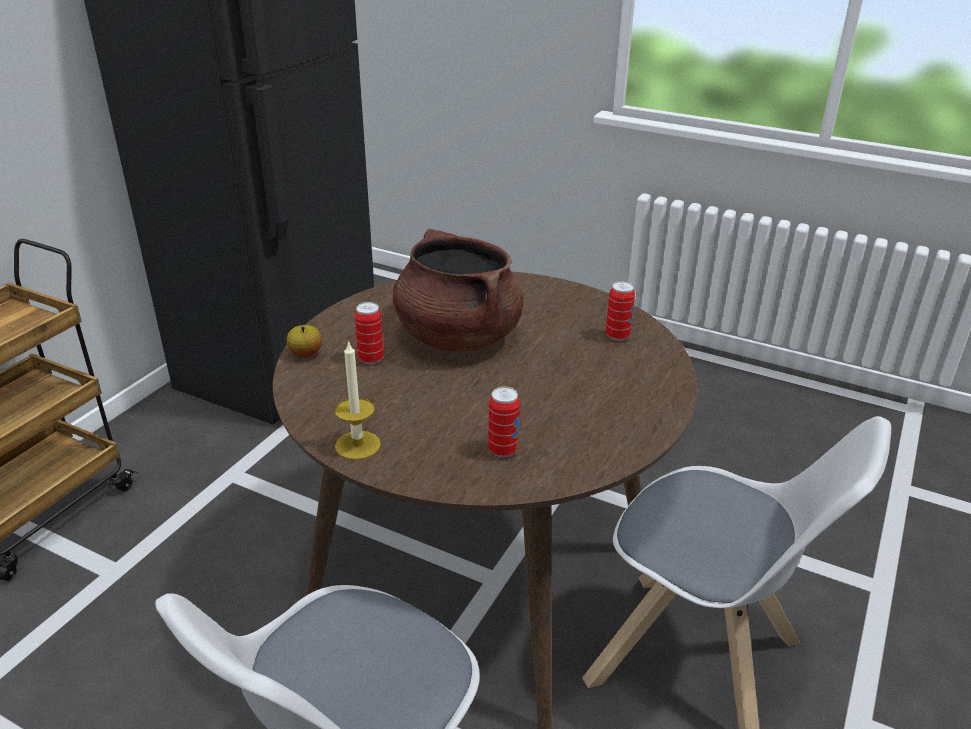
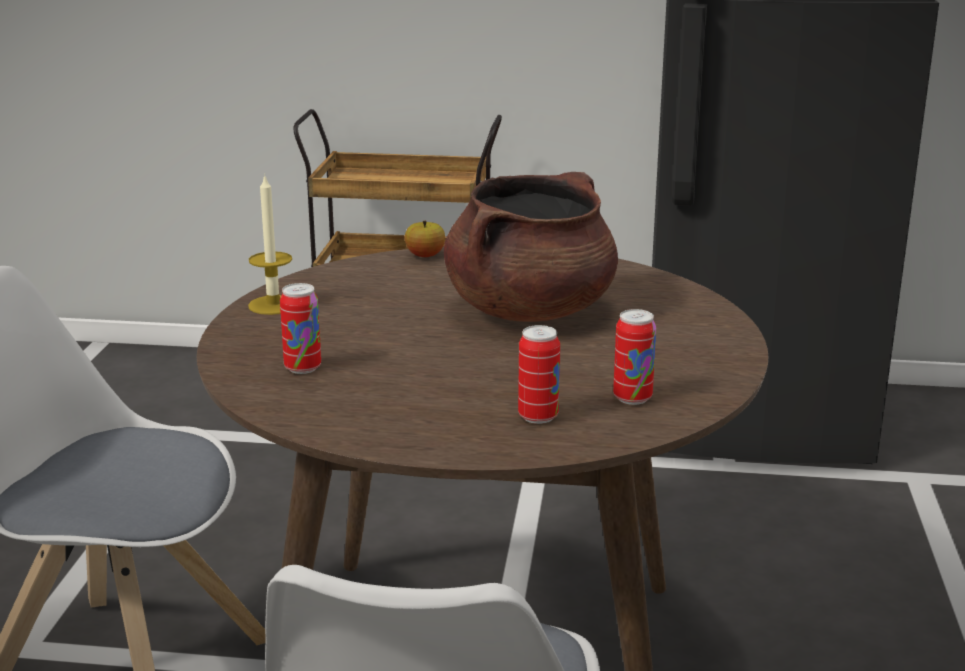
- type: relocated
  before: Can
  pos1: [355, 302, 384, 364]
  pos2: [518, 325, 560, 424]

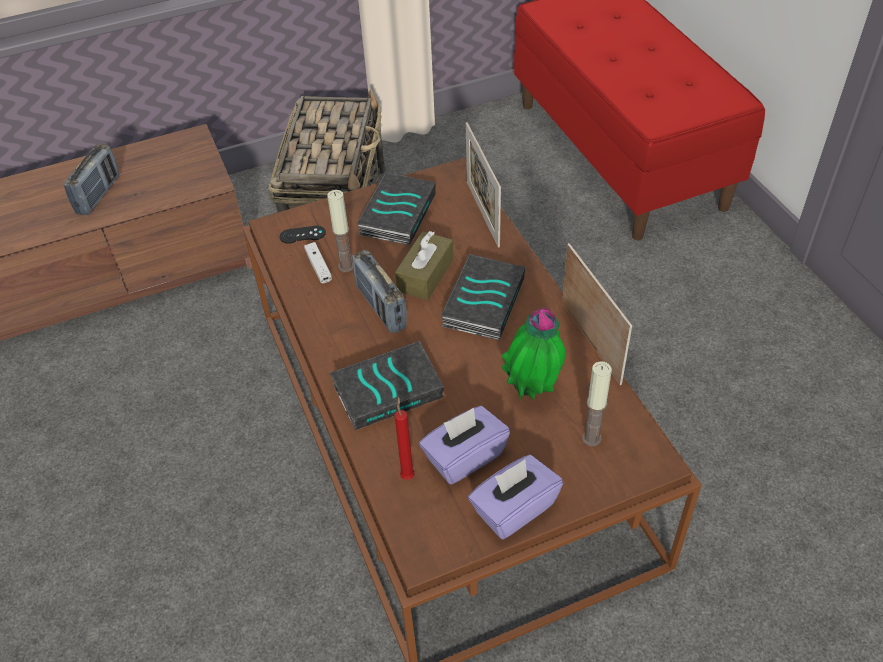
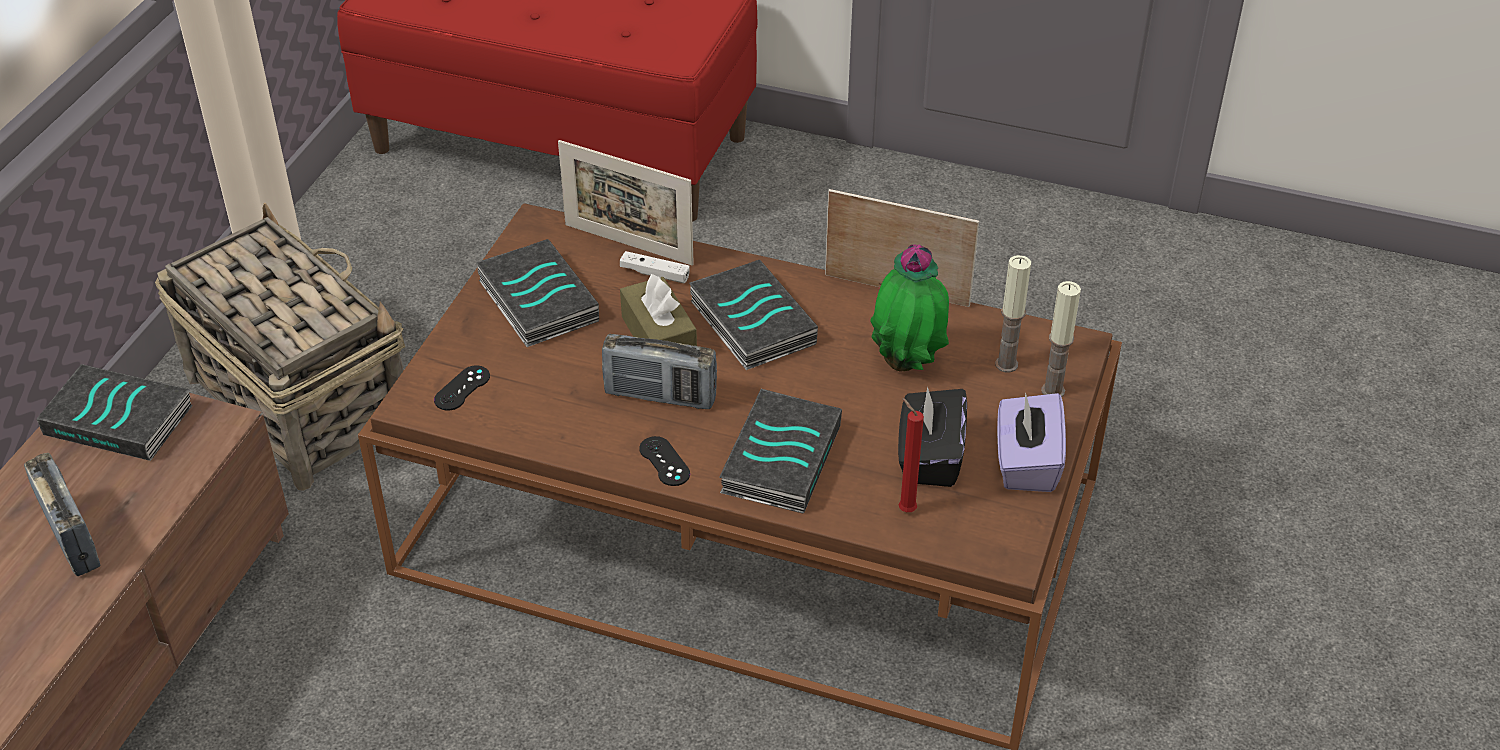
- type: relocated
  before: Candle
  pos1: [327, 190, 353, 272]
  pos2: [1041, 281, 1081, 397]
- type: relocated
  before: WhiteGameController
  pos1: [304, 242, 332, 283]
  pos2: [620, 251, 690, 283]
- type: colour
  before: PurpleTissueBox
  after: BlackTissueBox
  pos1: [419, 406, 510, 485]
  pos2: [898, 387, 967, 487]
- type: appeared
  after: Book
  pos2: [37, 364, 193, 461]
- type: appeared
  after: BlackGameController
  pos2: [639, 436, 690, 486]

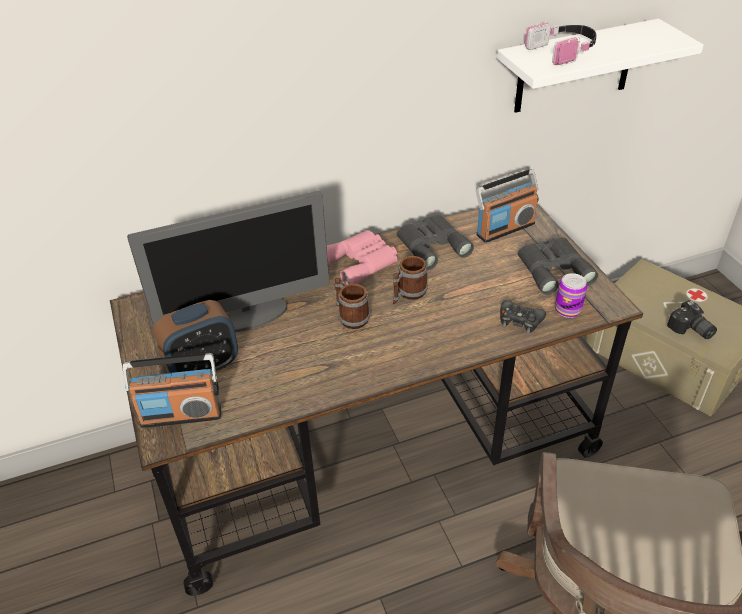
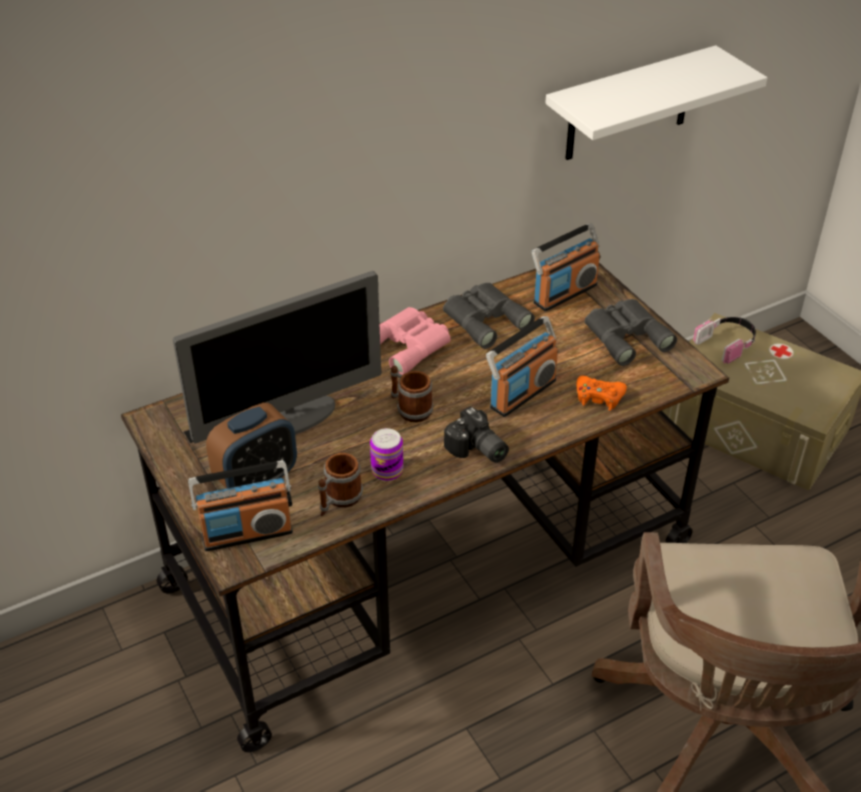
- type: relocated
  before: Headphones
  pos1: [525, 21, 596, 65]
  pos2: [693, 317, 756, 364]
- type: relocated
  before: Mug
  pos1: [393, 256, 428, 304]
  pos2: [318, 453, 363, 516]
- type: relocated
  before: Can
  pos1: [555, 273, 587, 318]
  pos2: [370, 428, 403, 481]
- type: colour
  before: BlackGameController
  after: OrangeGameController
  pos1: [500, 300, 546, 334]
  pos2: [576, 376, 627, 411]
- type: relocated
  before: PhotoCamera
  pos1: [667, 300, 717, 339]
  pos2: [444, 407, 509, 463]
- type: appeared
  after: Radio
  pos2: [486, 316, 558, 417]

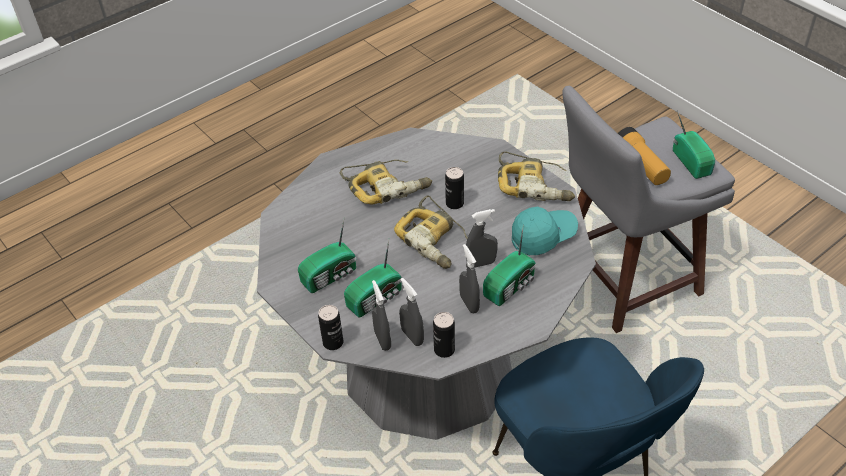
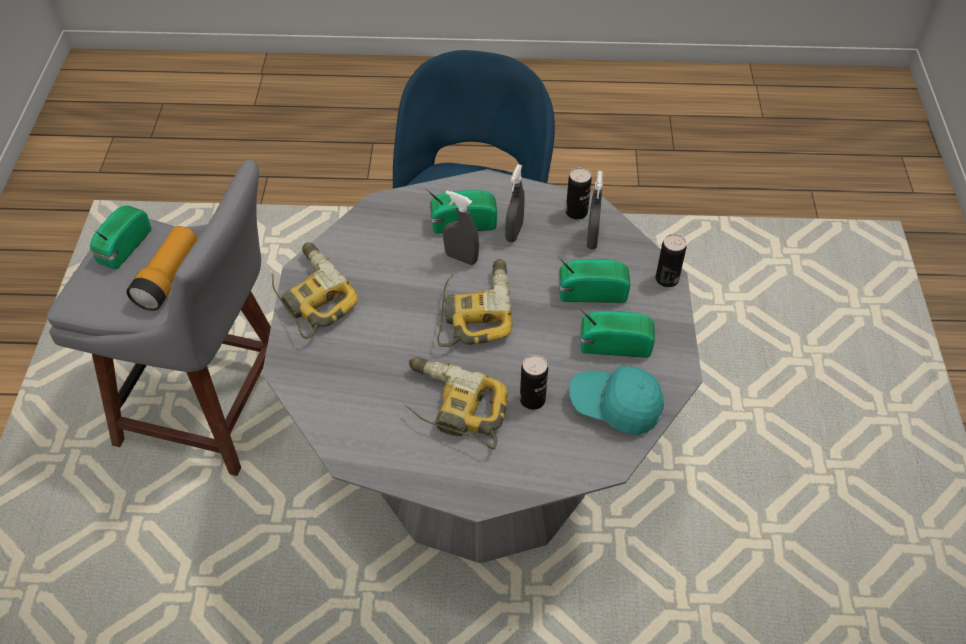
- type: relocated
  before: Can
  pos1: [445, 167, 464, 209]
  pos2: [520, 355, 548, 410]
- type: relocated
  before: TurquoiseCap
  pos1: [512, 207, 578, 255]
  pos2: [569, 366, 664, 435]
- type: missing
  before: GreySprayBottle
  pos1: [372, 280, 391, 351]

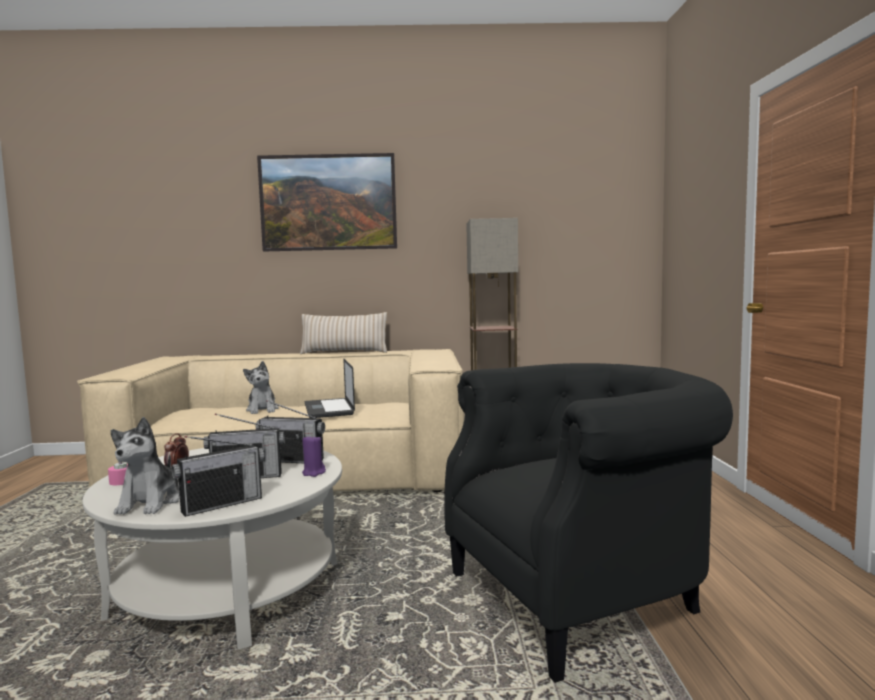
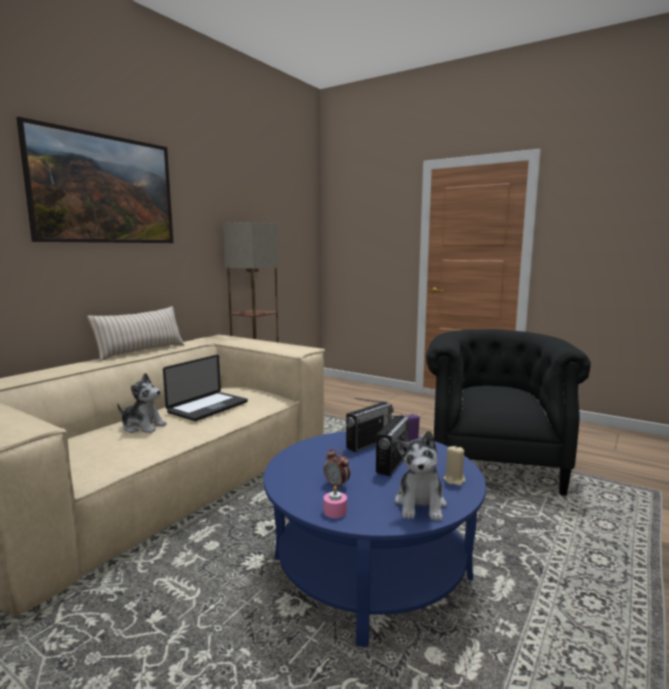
- type: spun
  before: Laptop
  pos1: [305, 359, 355, 418]
  pos2: [163, 355, 248, 421]
  turn: -75
- type: spun
  before: PlushToy
  pos1: [111, 417, 180, 515]
  pos2: [395, 430, 447, 521]
  turn: 60
- type: exchanged
  before: Radio
  after: BeigeCandle
  pos1: [171, 436, 265, 517]
  pos2: [443, 445, 465, 486]
- type: colour
  before: WhiteCoffeeTable
  after: BlueCoffeeTable
  pos1: [82, 448, 342, 649]
  pos2: [263, 431, 486, 647]

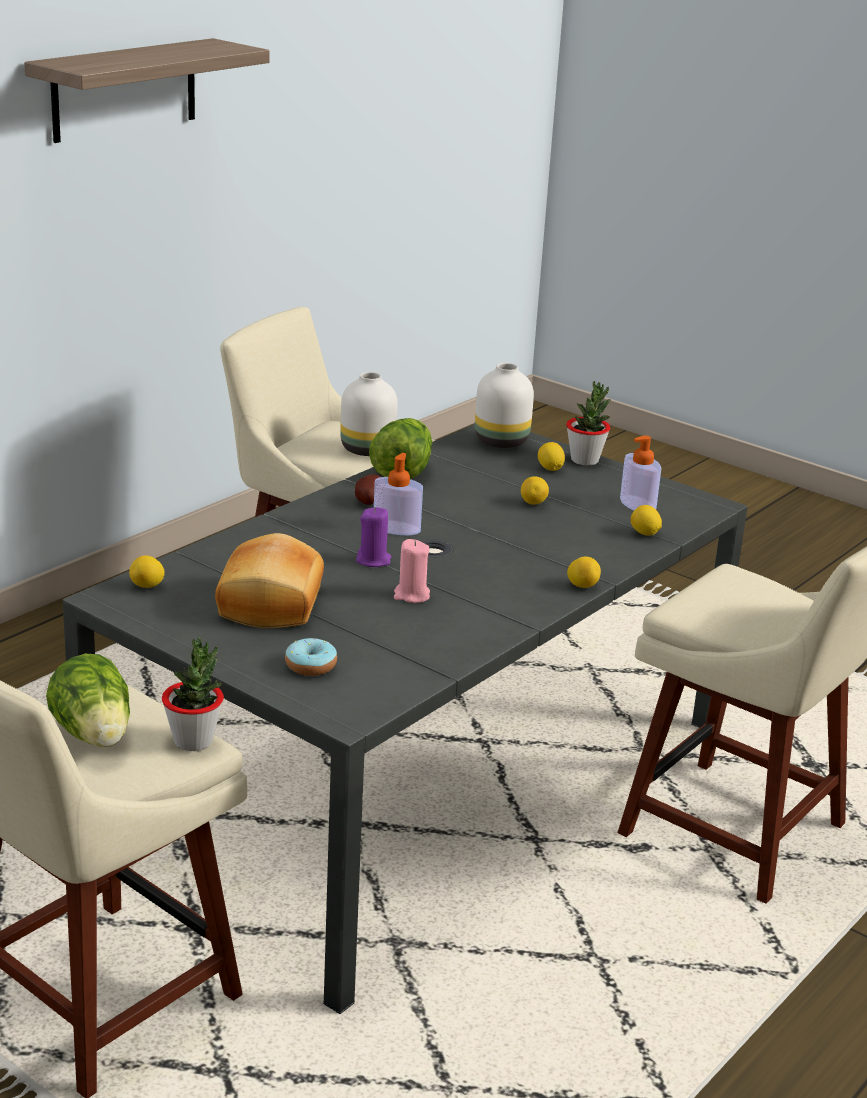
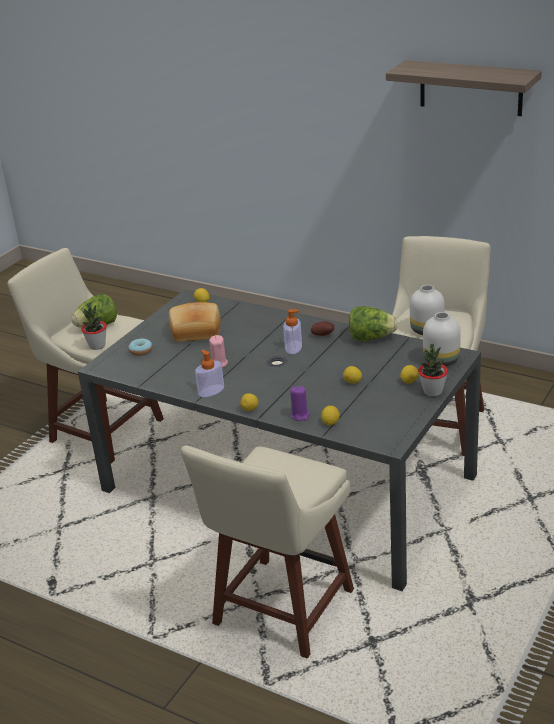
- type: relocated
  before: SoapDispenser
  pos1: [620, 436, 661, 510]
  pos2: [195, 350, 224, 397]
- type: relocated
  before: PurpleCandle
  pos1: [356, 507, 391, 567]
  pos2: [290, 386, 310, 421]

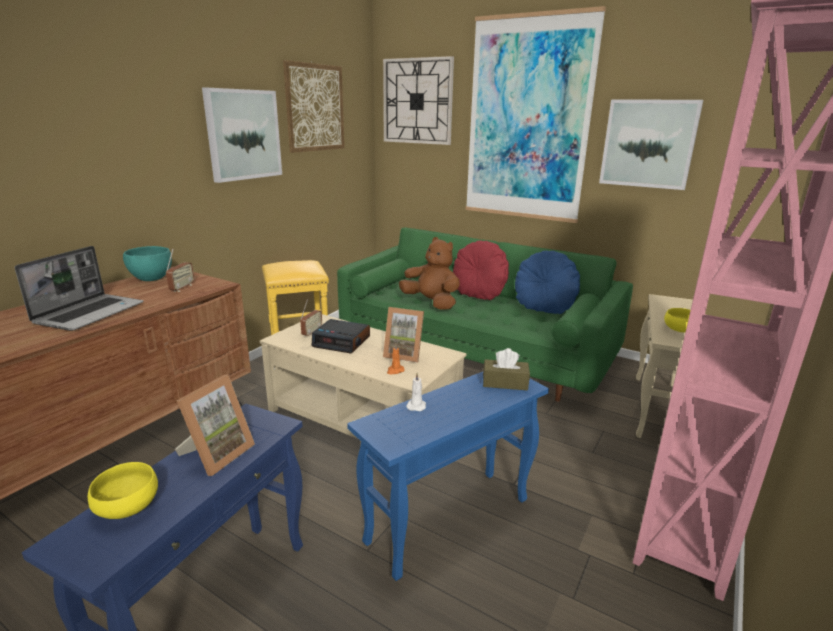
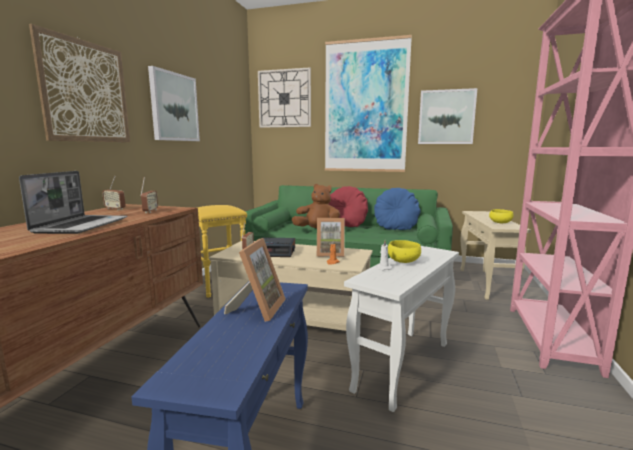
- type: relocated
  before: Picture
  pos1: [283, 60, 345, 153]
  pos2: [29, 24, 130, 142]
- type: exchanged
  before: TurquoiseBowl
  after: Radio
  pos1: [123, 246, 172, 281]
  pos2: [102, 176, 126, 210]
- type: missing
  before: BrownTissueBox
  pos1: [483, 348, 530, 391]
- type: colour
  before: BlueSideTable
  after: WhiteSideTable
  pos1: [347, 372, 549, 581]
  pos2: [344, 246, 459, 412]
- type: relocated
  before: YellowBowl
  pos1: [87, 462, 158, 519]
  pos2: [388, 240, 421, 263]

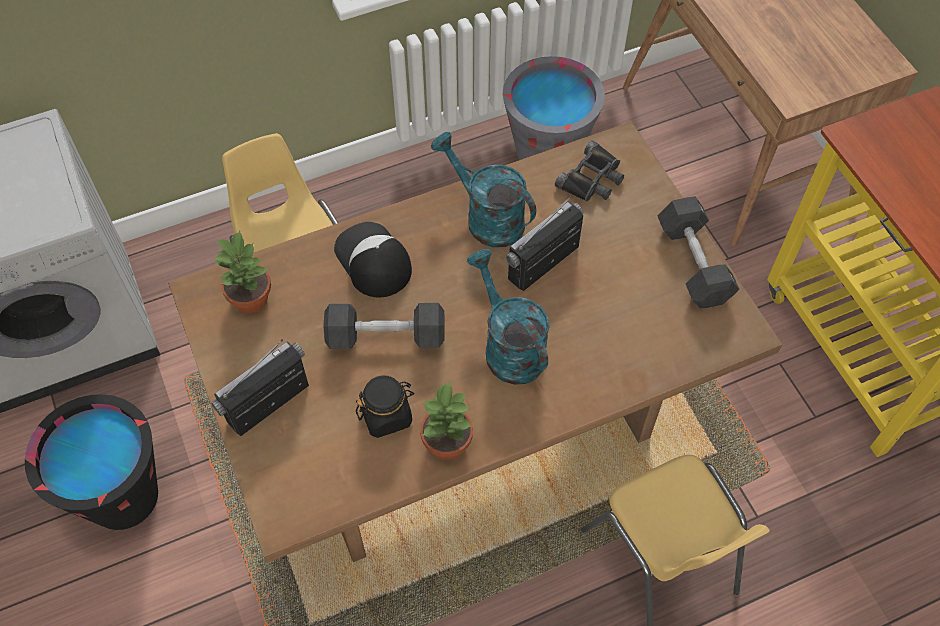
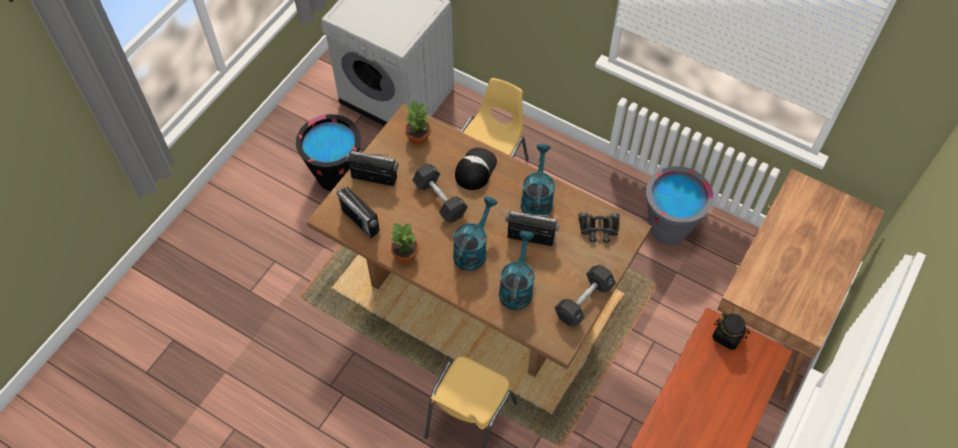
- type: relocated
  before: BlackJar
  pos1: [356, 375, 414, 438]
  pos2: [712, 314, 750, 350]
- type: appeared
  after: Radio
  pos2: [337, 185, 380, 238]
- type: appeared
  after: TurquoiseWateringCan
  pos2: [499, 231, 535, 310]

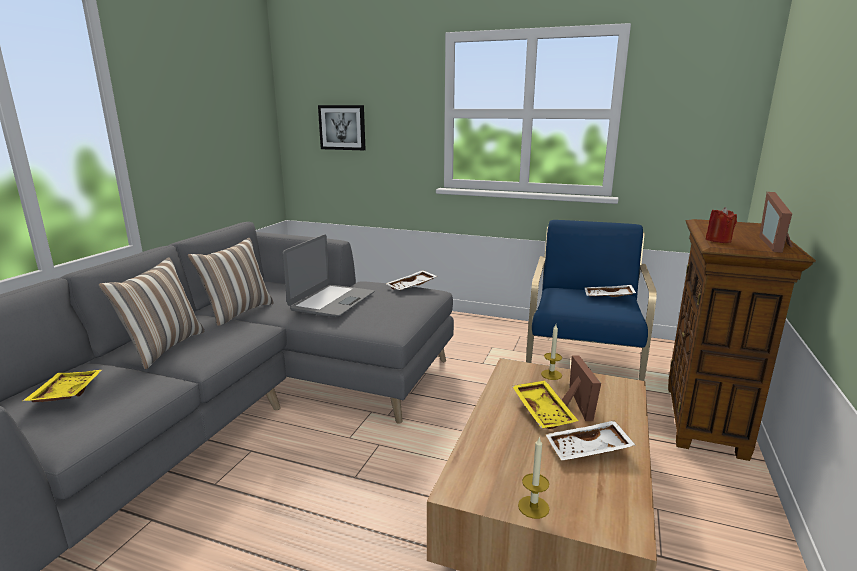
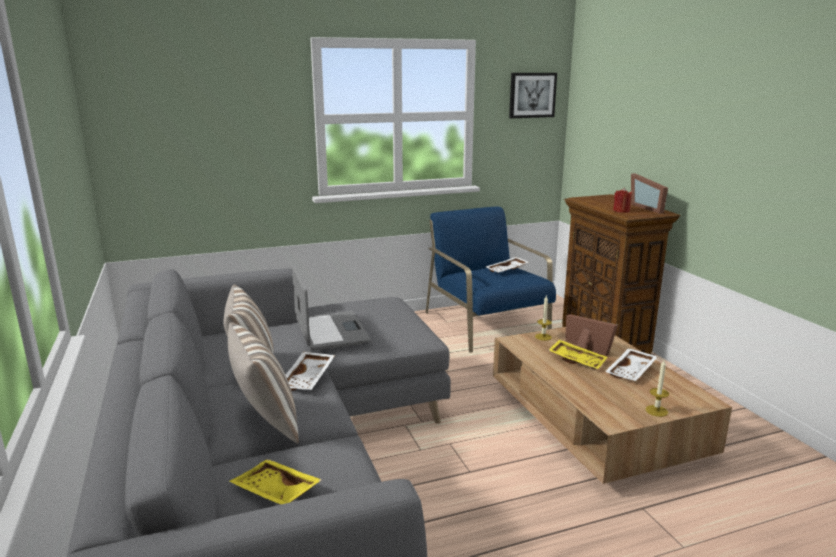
- type: relocated
  before: Picture
  pos1: [318, 105, 366, 150]
  pos2: [509, 73, 557, 118]
- type: relocated
  before: WhiteTray
  pos1: [386, 270, 437, 290]
  pos2: [286, 352, 335, 391]

